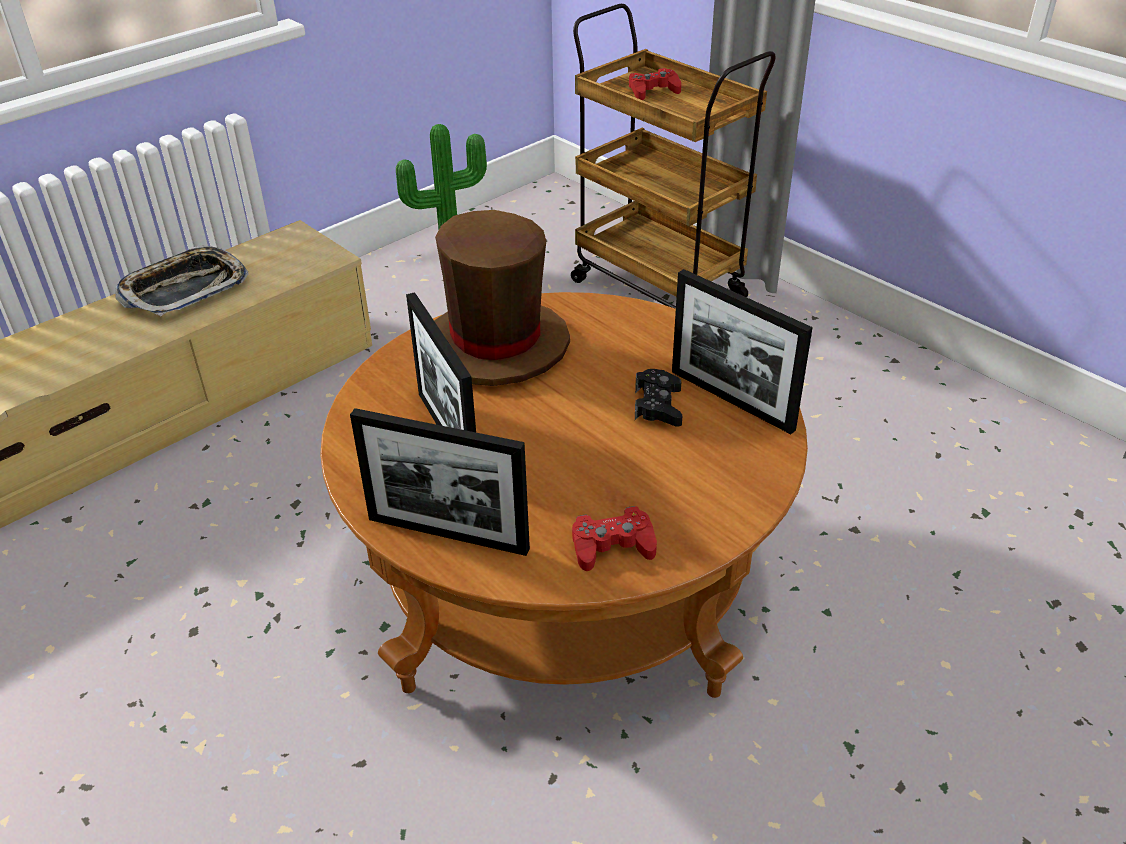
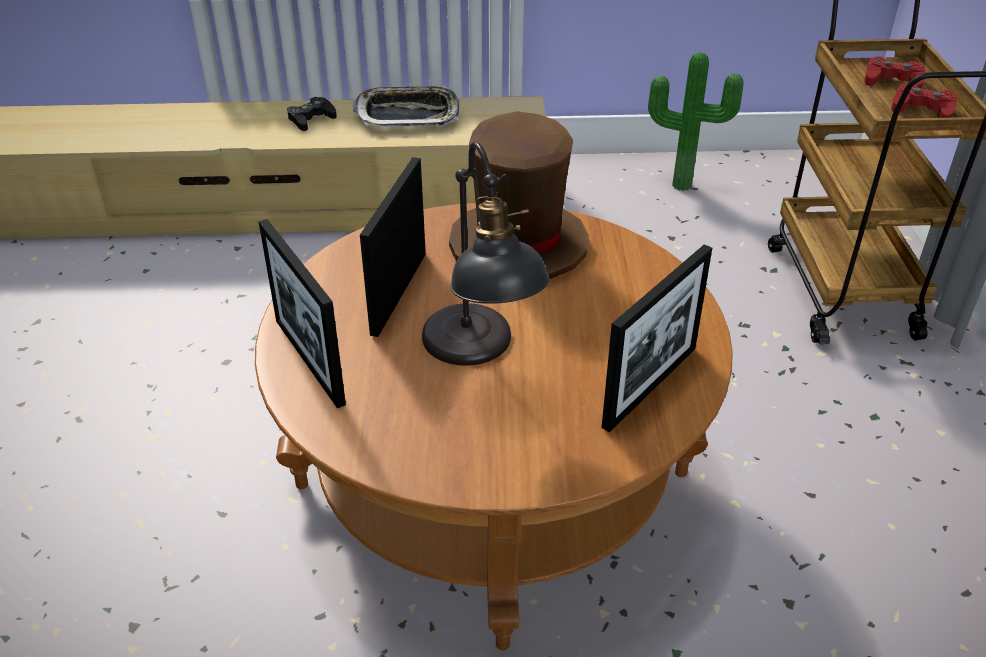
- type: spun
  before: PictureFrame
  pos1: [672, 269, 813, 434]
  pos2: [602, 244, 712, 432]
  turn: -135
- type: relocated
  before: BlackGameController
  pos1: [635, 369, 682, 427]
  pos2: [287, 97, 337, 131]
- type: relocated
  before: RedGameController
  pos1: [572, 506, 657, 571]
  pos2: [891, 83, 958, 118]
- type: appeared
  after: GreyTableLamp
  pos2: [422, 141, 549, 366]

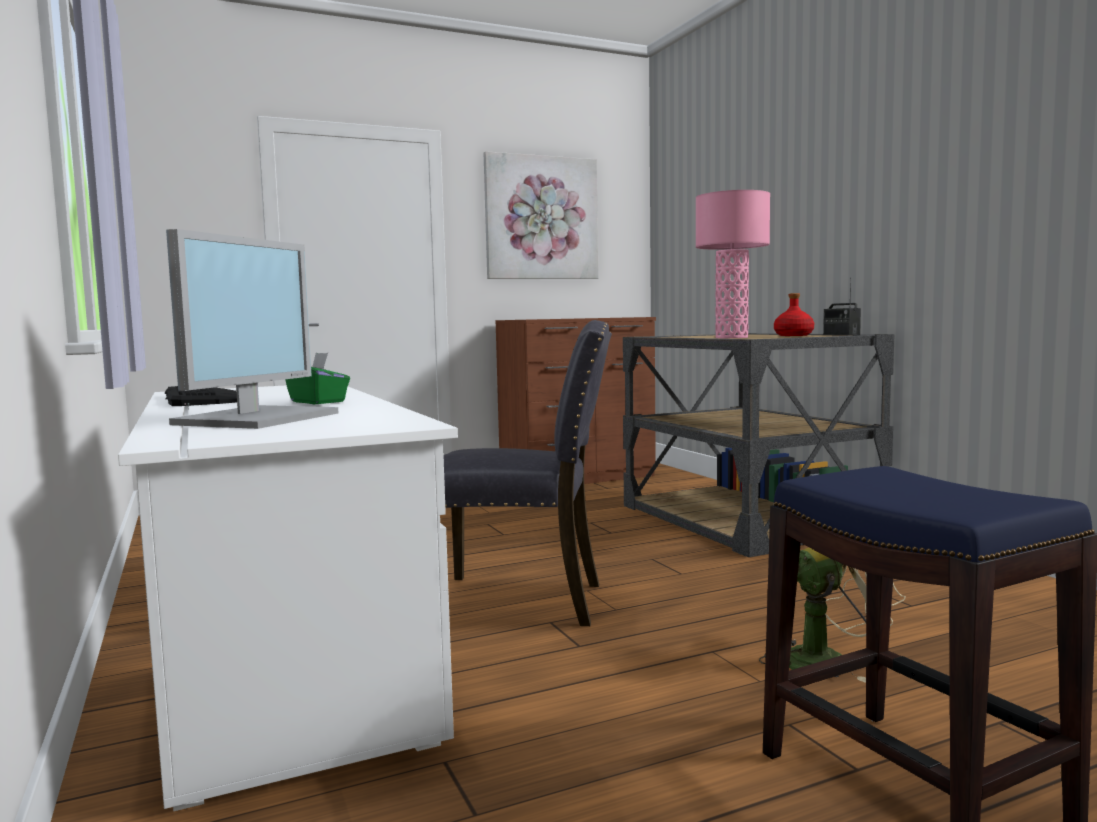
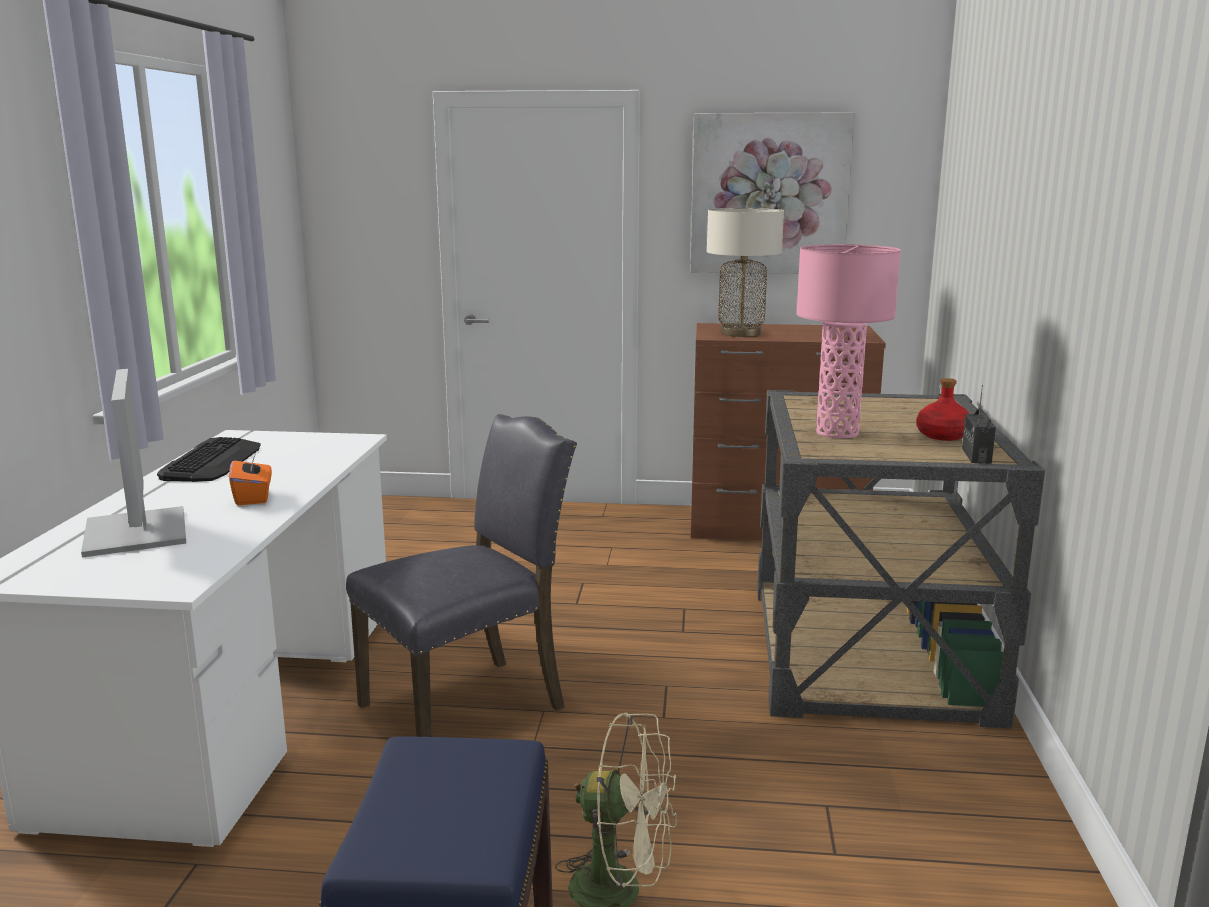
- type: spun
  before: Monitor
  pos1: [166, 229, 338, 429]
  pos2: [81, 369, 186, 558]
  turn: 105
- type: spun
  before: GreyChair
  pos1: [443, 320, 612, 626]
  pos2: [346, 414, 577, 737]
  turn: -75
- type: colour
  before: GreenTissueBox
  after: OrangeTissueBox
  pos1: [285, 353, 350, 404]
  pos2: [229, 450, 272, 505]
- type: appeared
  after: TableLamp
  pos2: [707, 208, 784, 337]

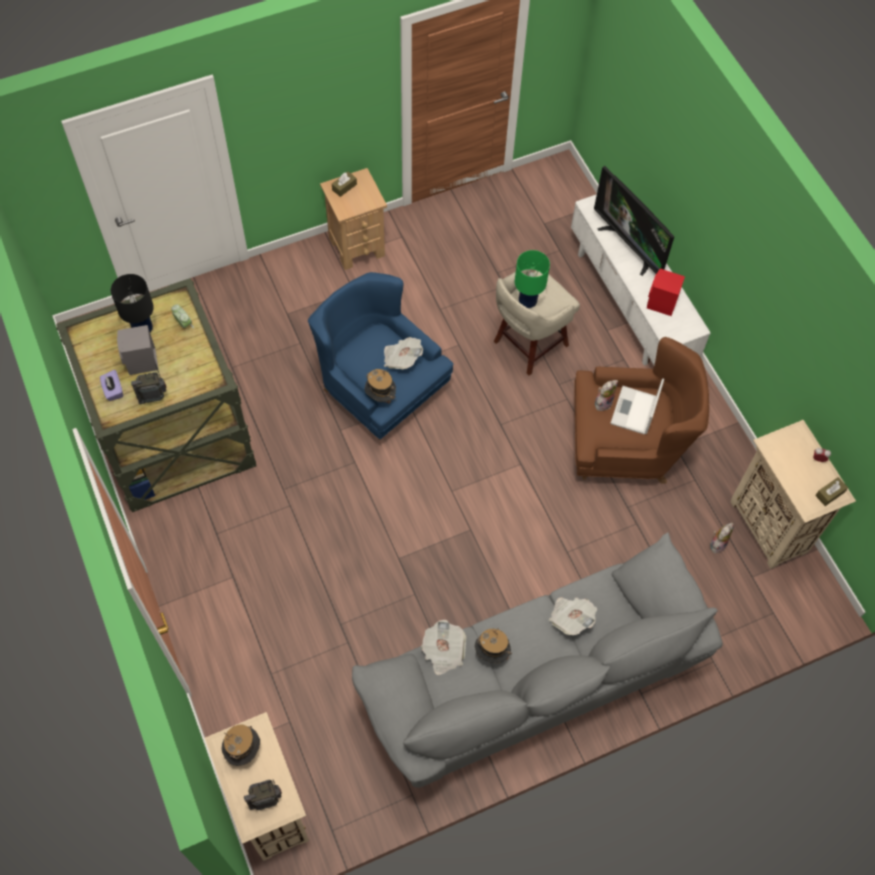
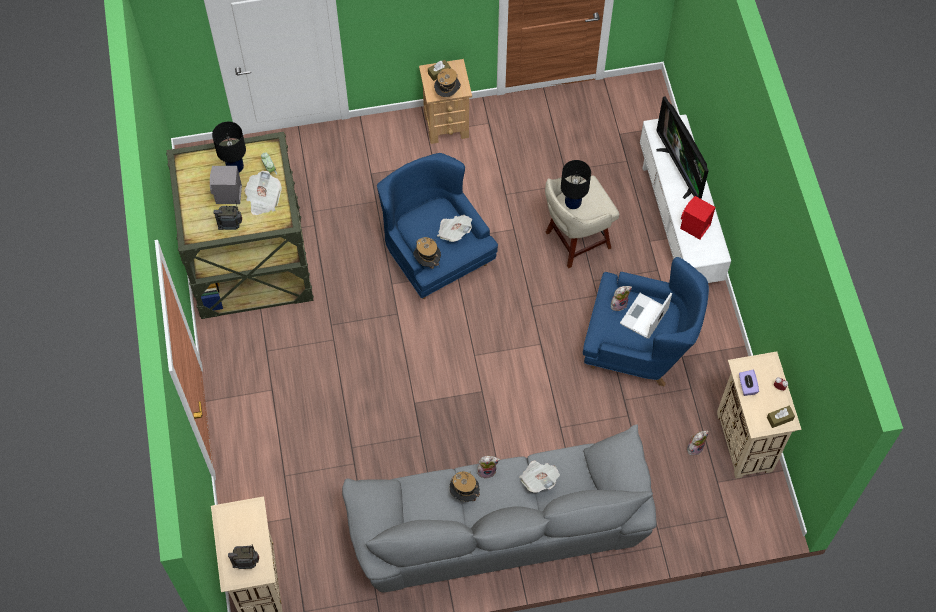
- type: colour
  before: GreenTableLamp
  after: BlackTableLamp
  pos1: [515, 250, 550, 308]
  pos2: [561, 160, 591, 209]
- type: colour
  before: BrownArmchair
  after: BlueArmchair
  pos1: [574, 337, 709, 484]
  pos2: [583, 257, 709, 387]
- type: relocated
  before: PurpleTissueBox
  pos1: [100, 370, 123, 401]
  pos2: [739, 370, 759, 396]
- type: relocated
  before: Newspaper
  pos1: [421, 620, 467, 675]
  pos2: [244, 171, 282, 215]
- type: relocated
  before: Hat
  pos1: [222, 724, 260, 766]
  pos2: [434, 68, 461, 97]
- type: appeared
  after: PlushToy
  pos2: [477, 456, 500, 479]

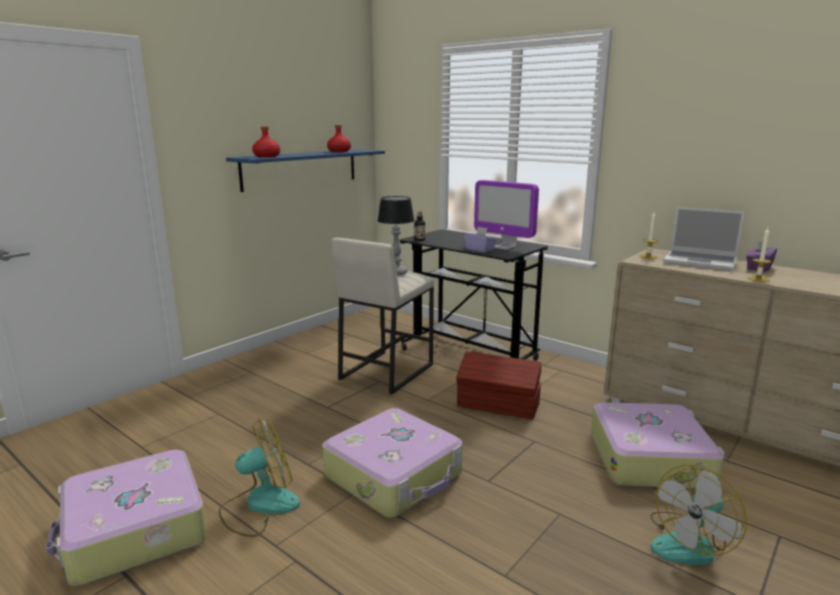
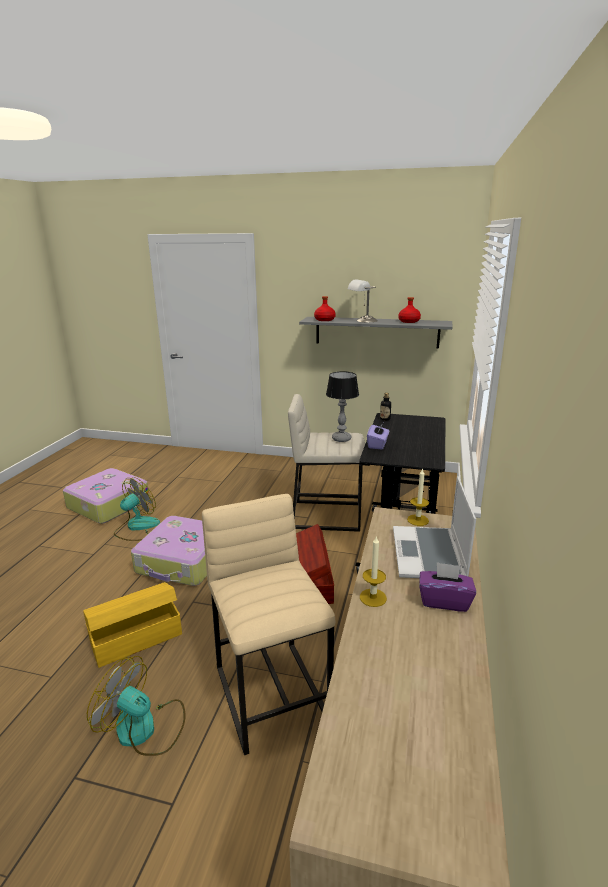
- type: colour
  before: BlueShelf
  after: GreyShelf
  pos1: [226, 149, 385, 192]
  pos2: [299, 317, 453, 349]
- type: missing
  before: Monitor
  pos1: [474, 180, 539, 250]
- type: exchanged
  before: Suitcase
  after: BeigeStool
  pos1: [591, 402, 725, 489]
  pos2: [202, 494, 335, 755]
- type: spun
  before: Fan
  pos1: [219, 417, 300, 537]
  pos2: [114, 477, 160, 541]
  turn: -90
- type: appeared
  after: WhiteTableLamp
  pos2: [348, 279, 378, 322]
- type: appeared
  after: YellowStorageBox
  pos2: [83, 582, 182, 668]

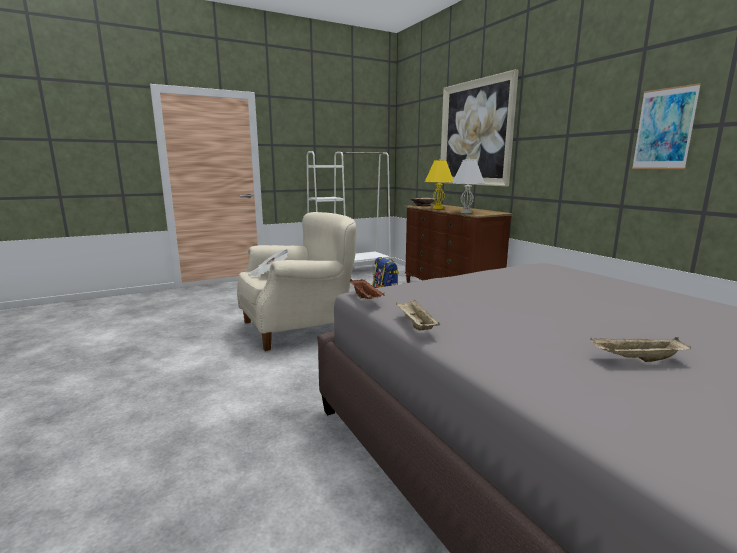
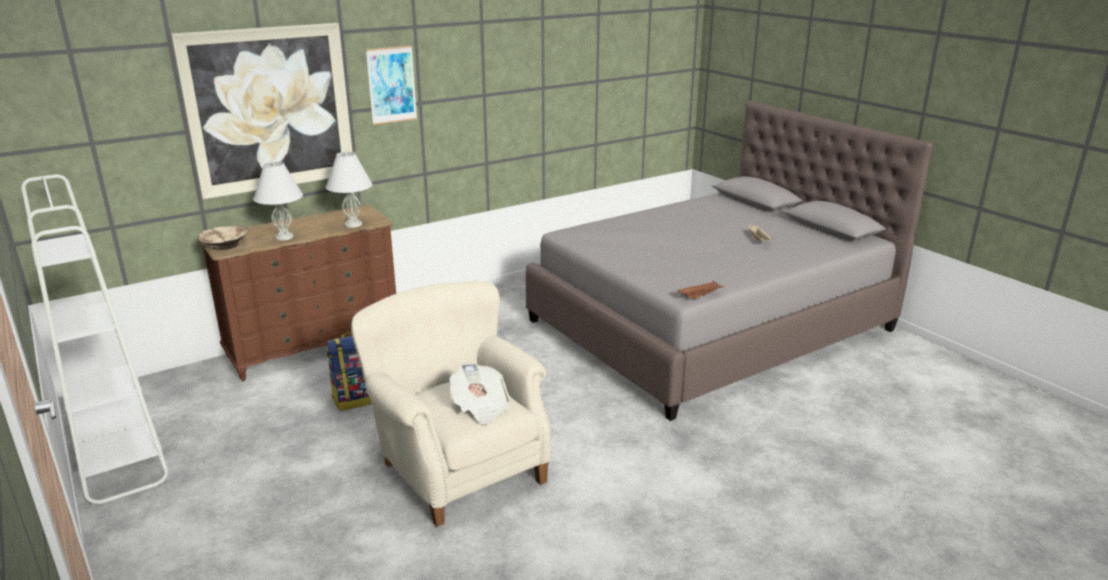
- type: relocated
  before: Picture
  pos1: [632, 83, 701, 169]
  pos2: [366, 46, 417, 125]
- type: colour
  before: YellowTableLamp
  after: WhiteTableLamp
  pos1: [425, 159, 453, 209]
  pos2: [253, 161, 303, 241]
- type: missing
  before: BeigeTray
  pos1: [396, 300, 440, 330]

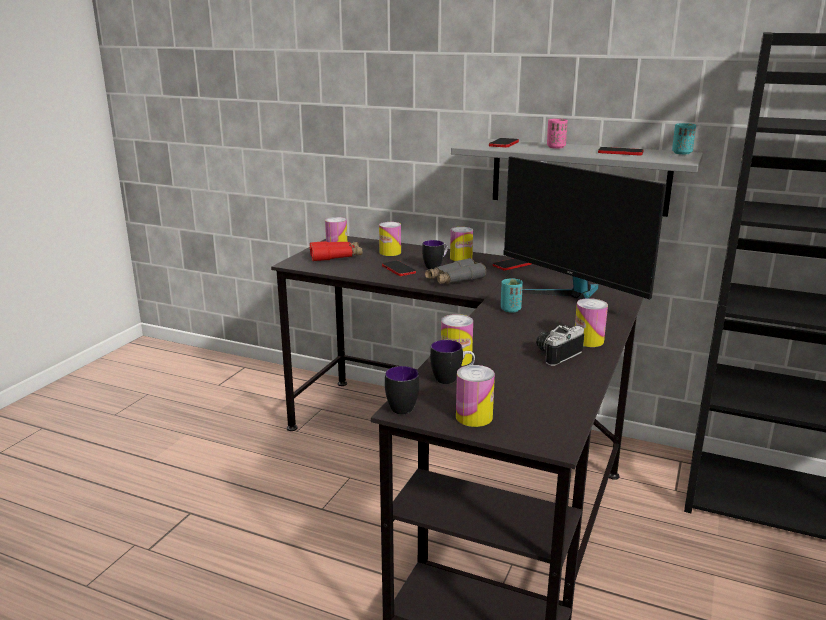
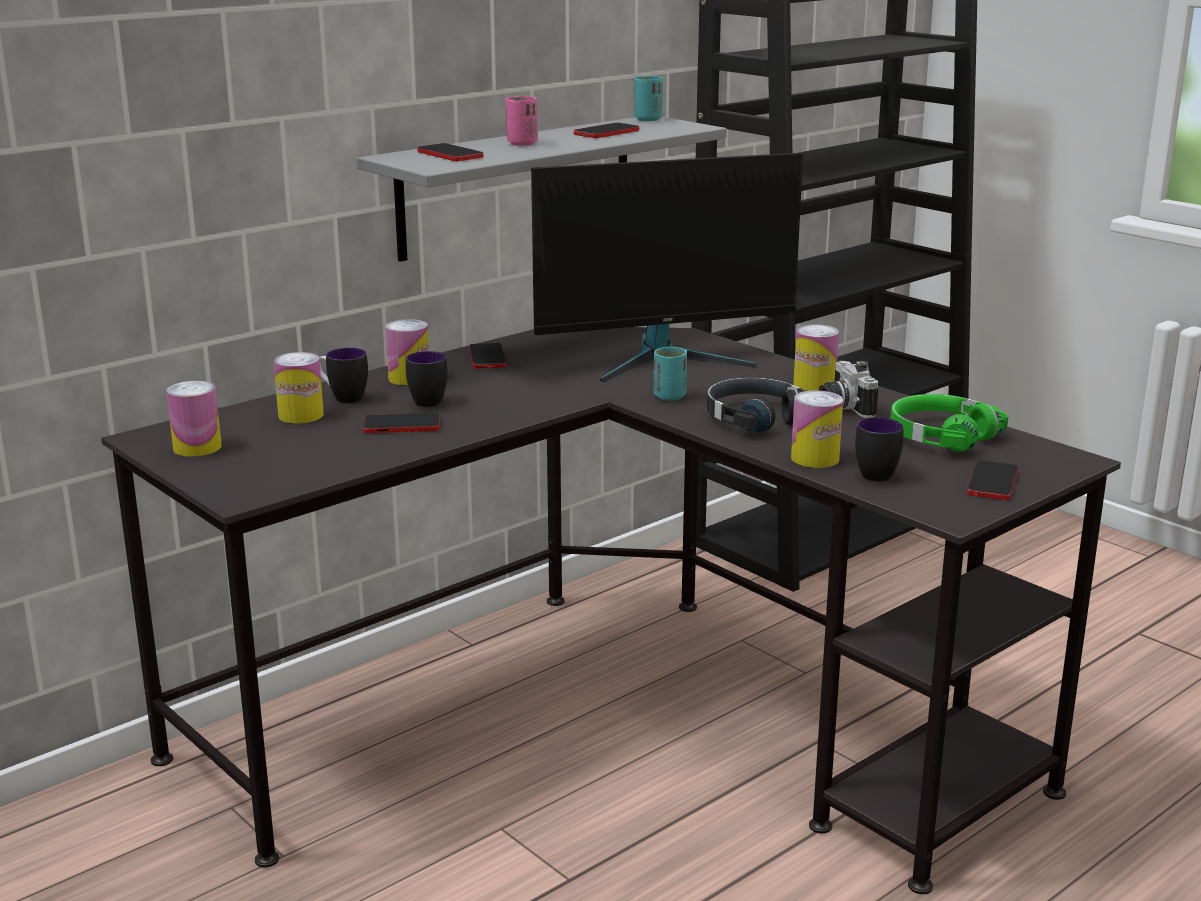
- type: missing
  before: RedBinoculars
  pos1: [310, 241, 362, 262]
- type: missing
  before: GreyBinoculars
  pos1: [425, 258, 486, 284]
- type: exchanged
  before: Can
  after: Phone
  pos1: [456, 365, 495, 427]
  pos2: [967, 460, 1018, 500]
- type: relocated
  before: Mug
  pos1: [385, 366, 419, 414]
  pos2: [319, 348, 368, 403]
- type: appeared
  after: BlackHeadphones
  pos2: [706, 377, 804, 432]
- type: appeared
  after: GreenHeadphones
  pos2: [890, 394, 1009, 452]

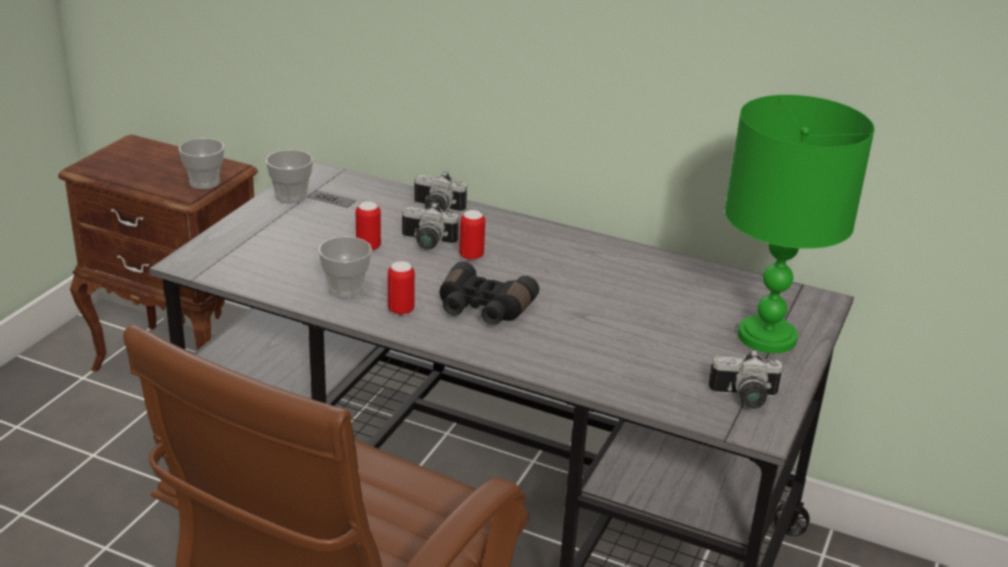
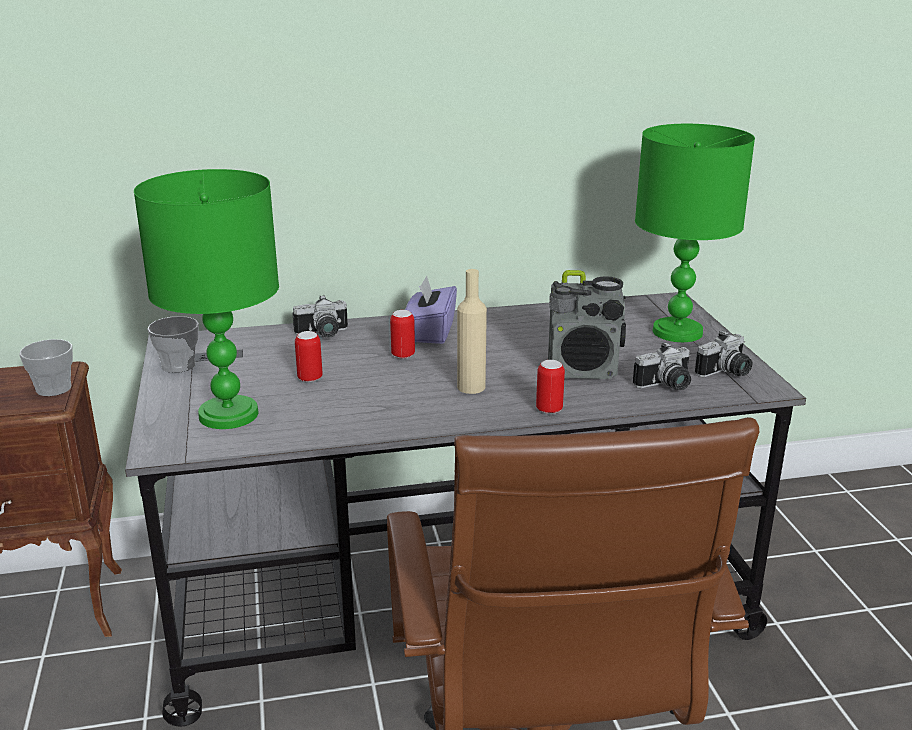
- type: relocated
  before: PhotoCamera
  pos1: [402, 202, 459, 250]
  pos2: [633, 342, 691, 390]
- type: missing
  before: Cup
  pos1: [318, 236, 372, 298]
- type: relocated
  before: Can
  pos1: [388, 261, 415, 316]
  pos2: [536, 360, 565, 414]
- type: exchanged
  before: BlackBinoculars
  after: BeigeBottle
  pos1: [439, 261, 539, 325]
  pos2: [457, 269, 487, 394]
- type: appeared
  after: GreenTableLamp
  pos2: [134, 169, 279, 429]
- type: appeared
  after: Radio
  pos2: [548, 270, 626, 379]
- type: appeared
  after: PurpleTissueBox
  pos2: [405, 276, 457, 344]

